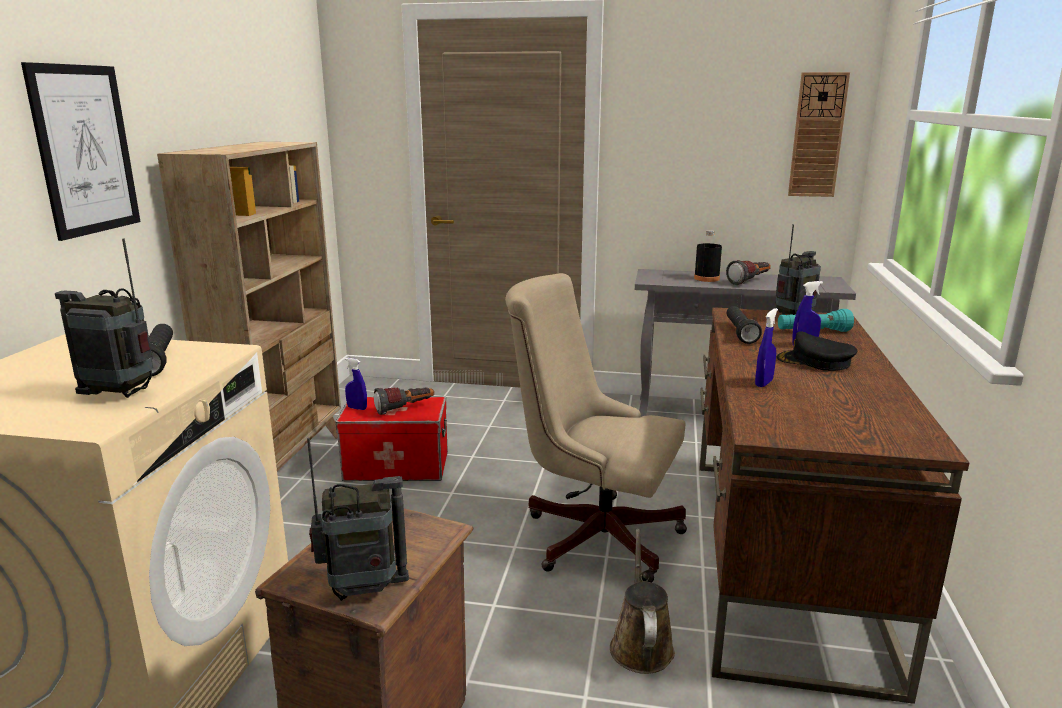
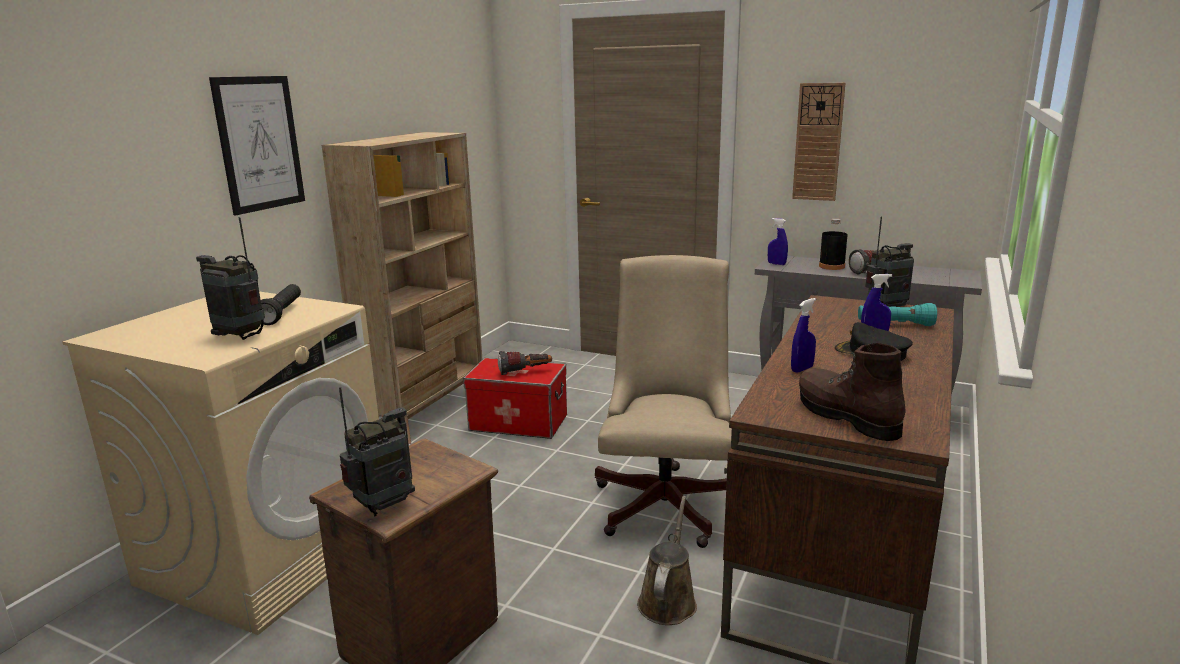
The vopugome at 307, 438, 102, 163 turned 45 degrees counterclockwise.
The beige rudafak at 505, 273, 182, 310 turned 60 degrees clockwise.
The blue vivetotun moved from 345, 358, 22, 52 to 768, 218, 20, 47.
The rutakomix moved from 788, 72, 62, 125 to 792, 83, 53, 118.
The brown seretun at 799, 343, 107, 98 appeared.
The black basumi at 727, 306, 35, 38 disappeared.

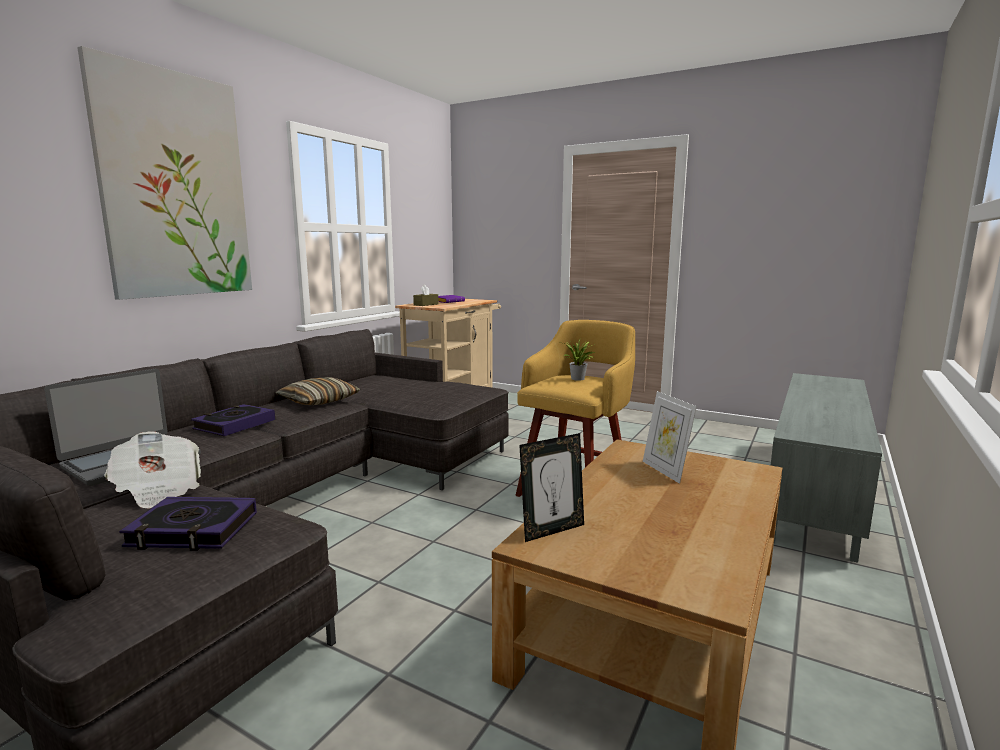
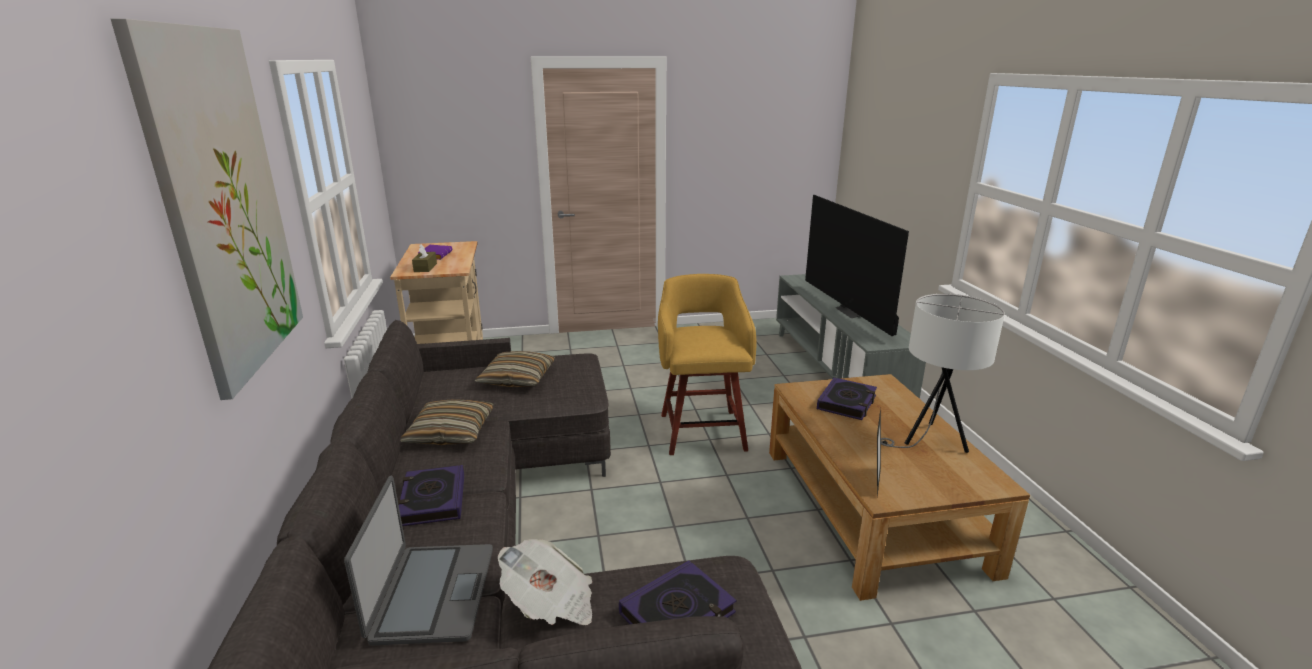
The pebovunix at 474, 351, 81, 36 appeared.
The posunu at 805, 195, 104, 141 appeared.
The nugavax at 643, 391, 54, 93 was replaced by the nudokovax at 817, 377, 60, 43.
The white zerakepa at 881, 294, 124, 159 appeared.
The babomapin at 563, 339, 32, 42 disappeared.

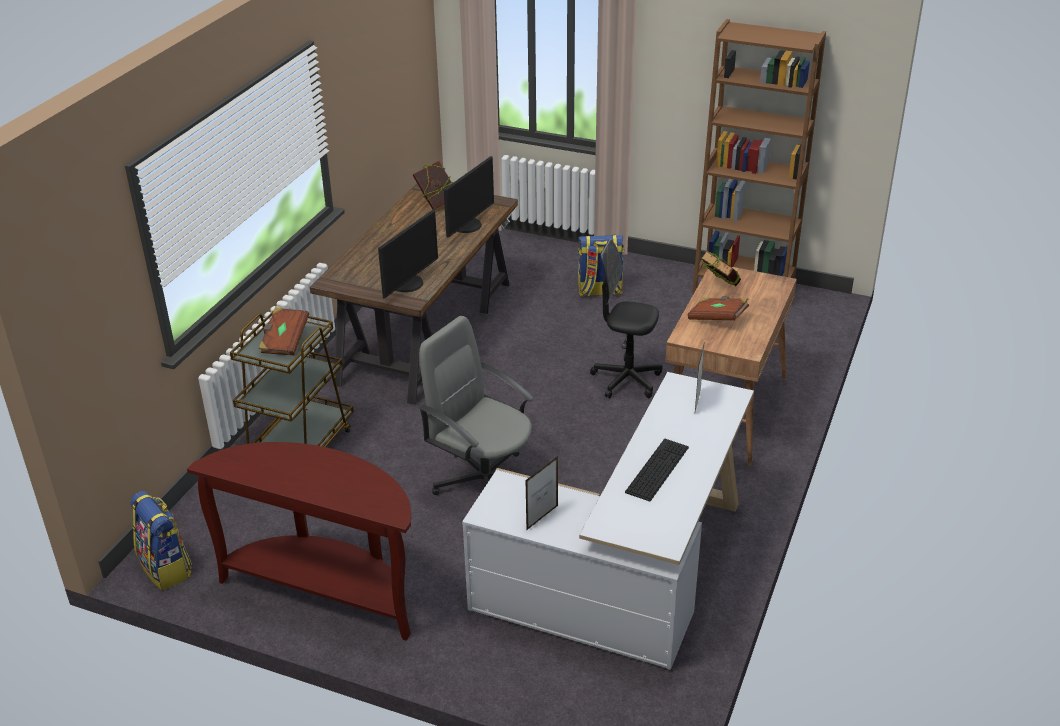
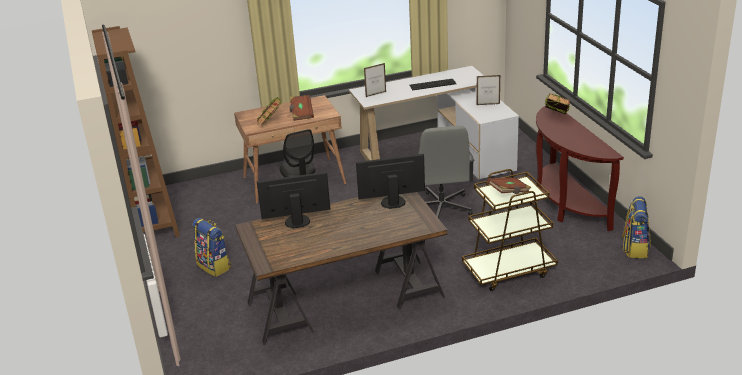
The nudokovax moved from 413, 161, 41, 49 to 545, 93, 25, 21.

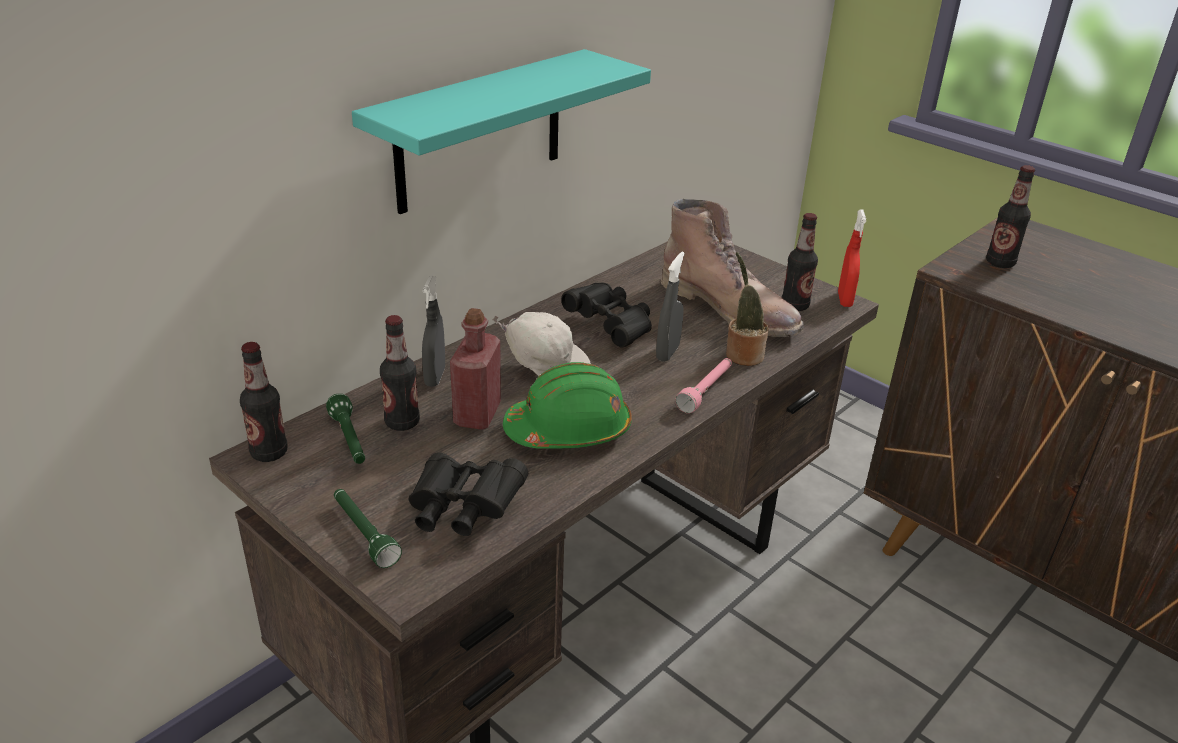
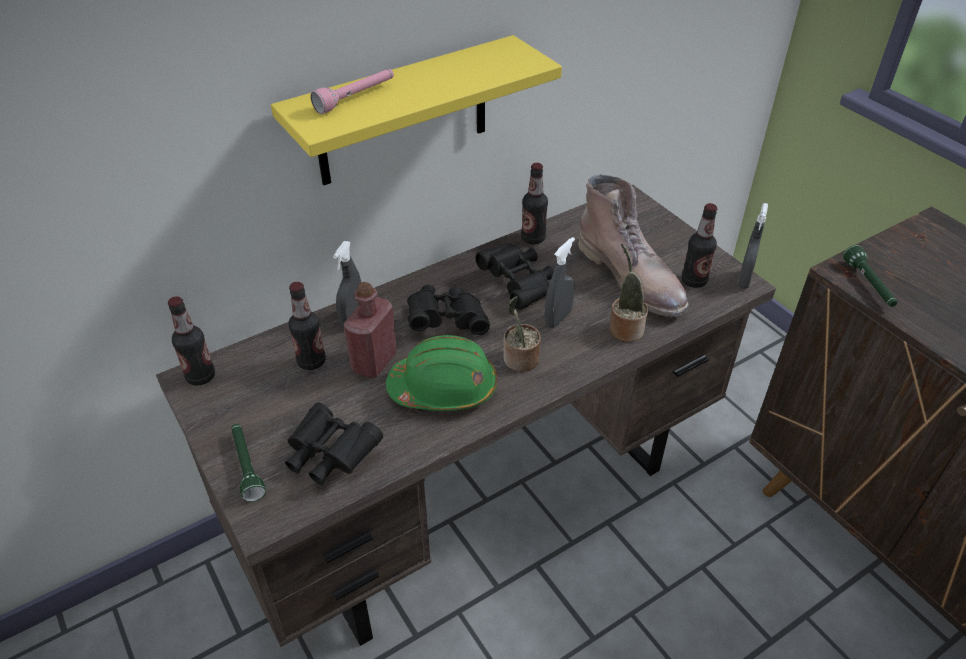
The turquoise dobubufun at 352, 49, 299, 165 became the yellow dobubufun at 271, 35, 291, 150.
The pink basumi moved from 675, 358, 57, 55 to 310, 69, 84, 45.
The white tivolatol at 492, 312, 99, 64 was replaced by the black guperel at 407, 285, 83, 50.
The babomapin at 504, 296, 37, 76 appeared.
The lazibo moved from 986, 165, 49, 103 to 521, 163, 27, 82.
The red vivetotun at 838, 209, 28, 98 became the grey vivetotun at 738, 203, 30, 86.
The green basumi moved from 326, 394, 39, 70 to 843, 245, 54, 62.

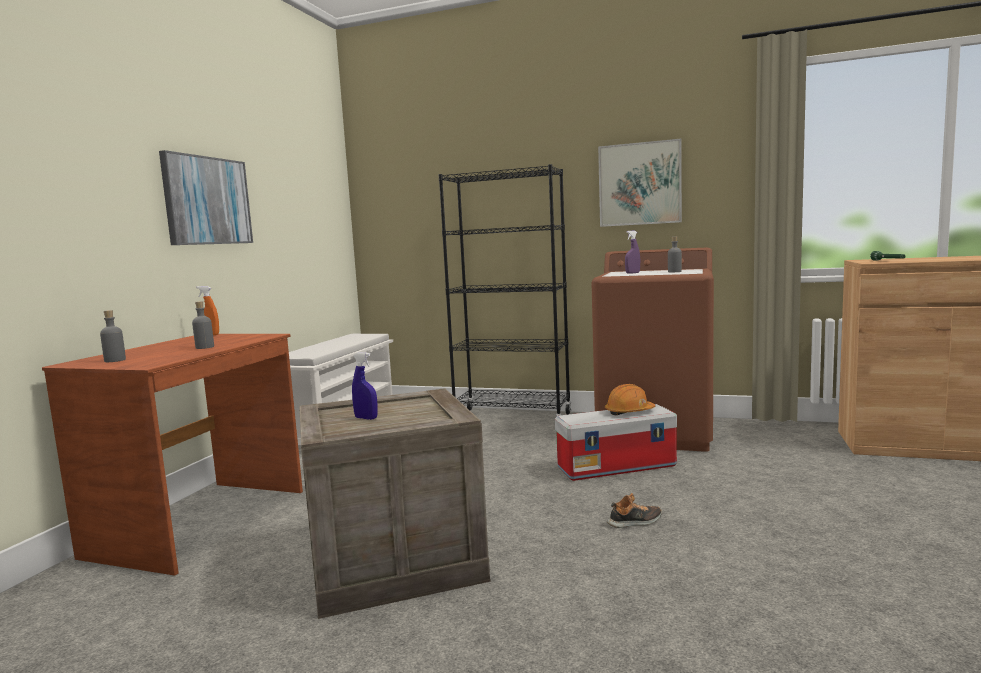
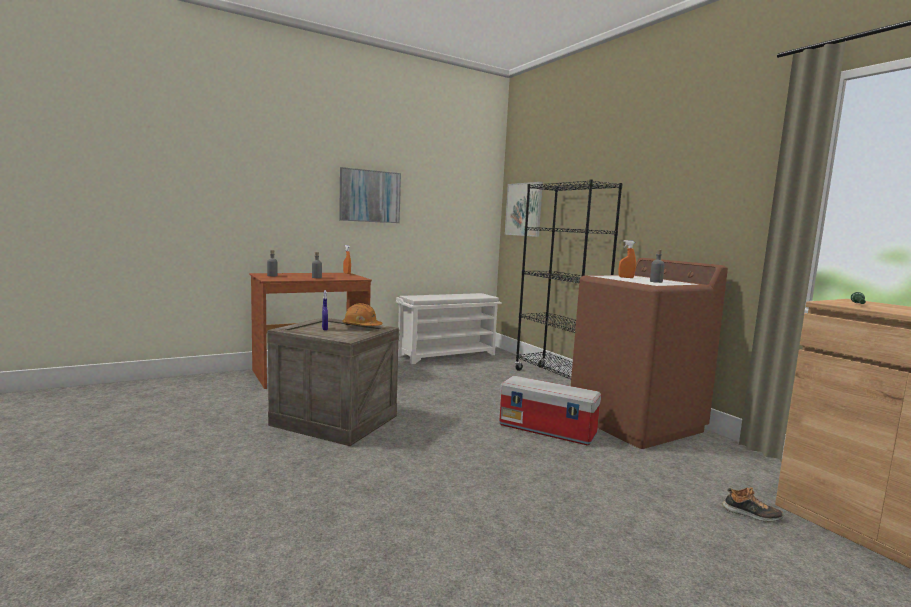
The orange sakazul moved from 605, 384, 50, 31 to 342, 303, 41, 23.
The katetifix moved from 598, 139, 84, 88 to 505, 182, 38, 55.
The purple vivetotun at 625, 231, 15, 43 became the orange vivetotun at 618, 240, 18, 38.
The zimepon moved from 607, 493, 55, 35 to 722, 487, 62, 35.

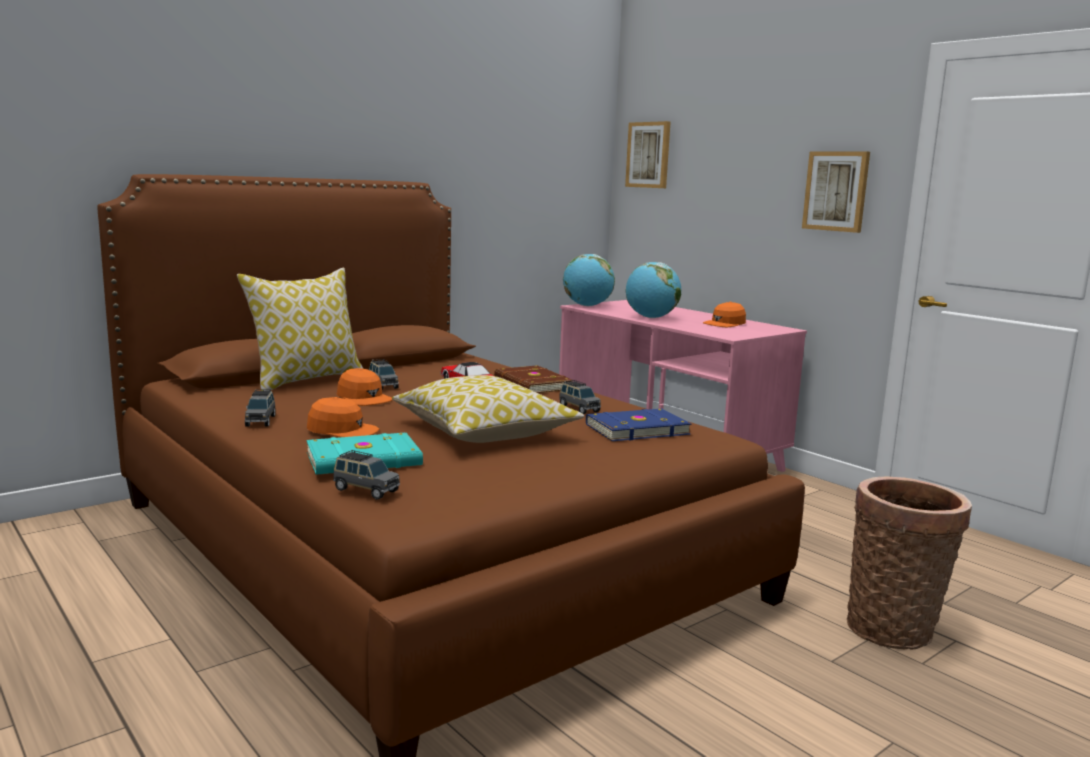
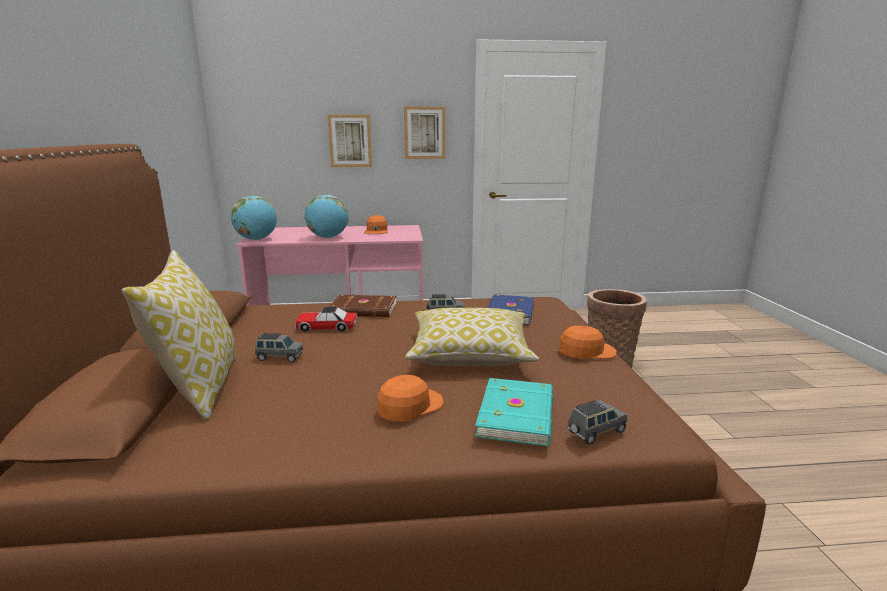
The katetifix moved from 625, 121, 46, 67 to 327, 115, 45, 52.
The orange tivolatol moved from 337, 368, 55, 38 to 559, 326, 58, 33.
The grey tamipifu at 245, 389, 31, 38 disappeared.

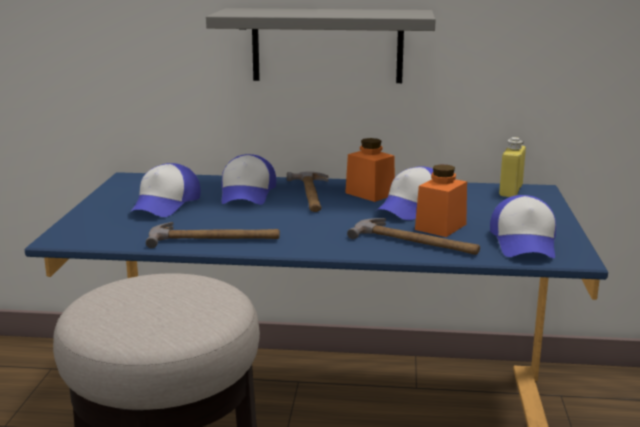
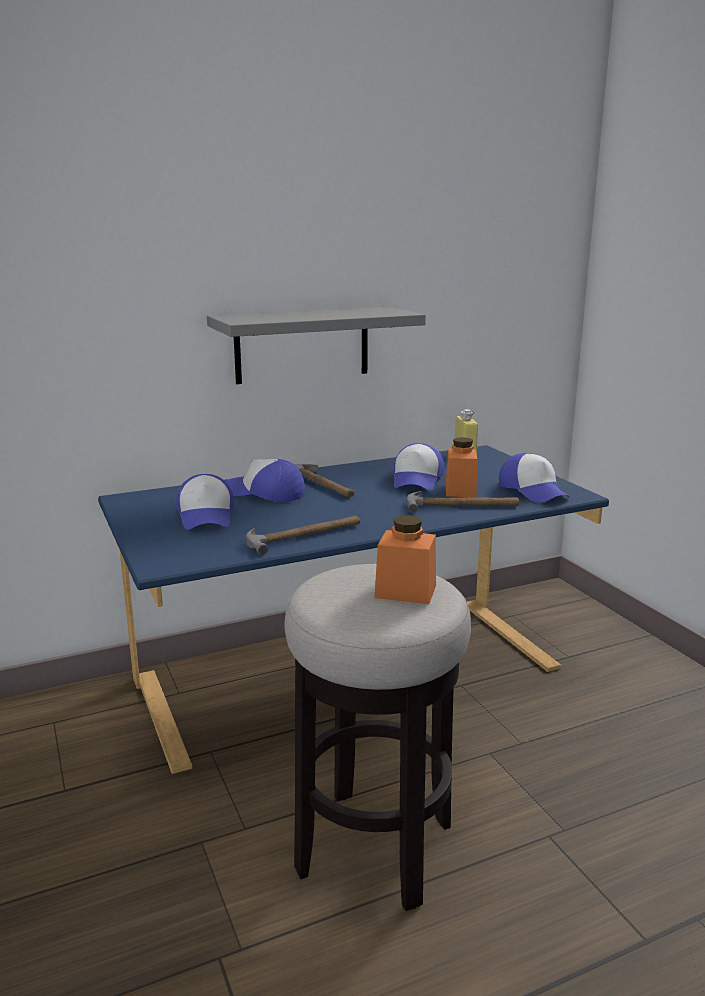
The tivolatol at 221, 154, 55, 51 turned 135 degrees clockwise.
The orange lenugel moved from 345, 138, 50, 64 to 375, 515, 61, 89.

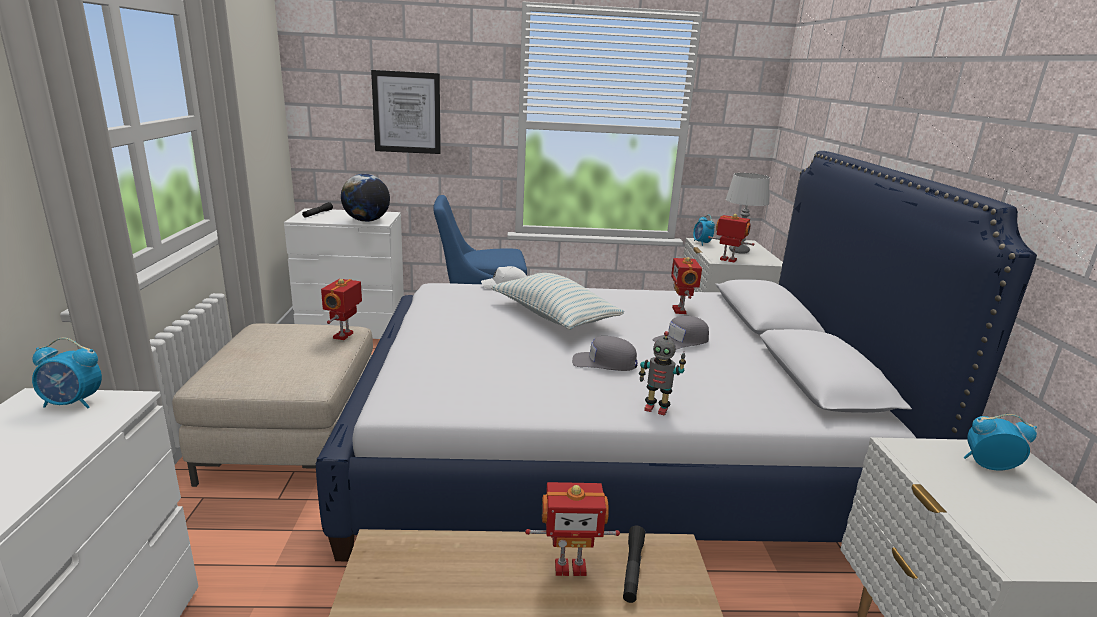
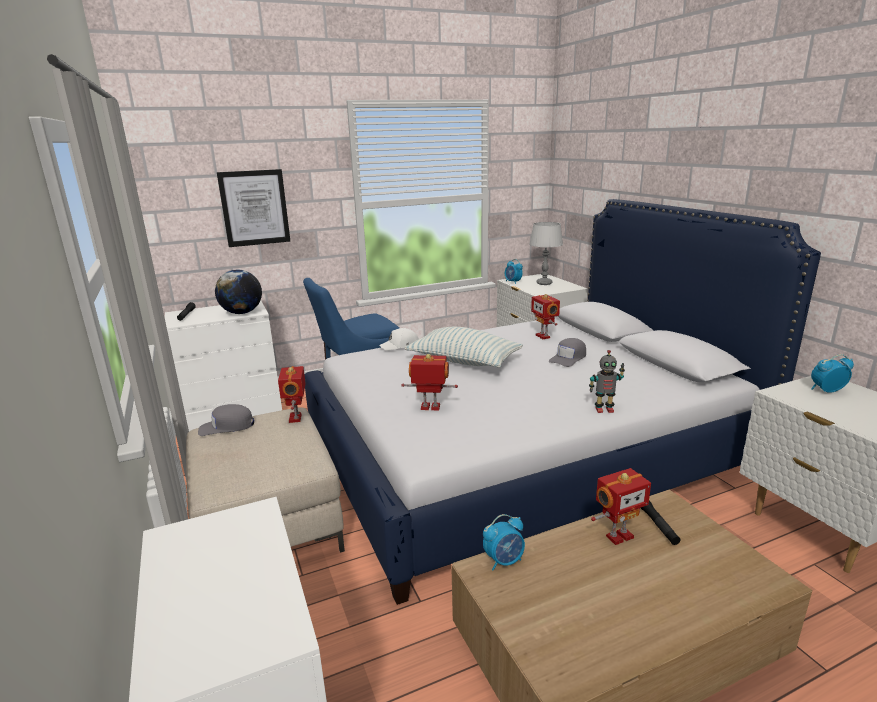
The grey tivolatol moved from 572, 336, 65, 35 to 198, 404, 56, 32.
The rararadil moved from 708, 214, 47, 49 to 401, 354, 57, 56.
The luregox moved from 32, 338, 70, 70 to 483, 514, 42, 56.

